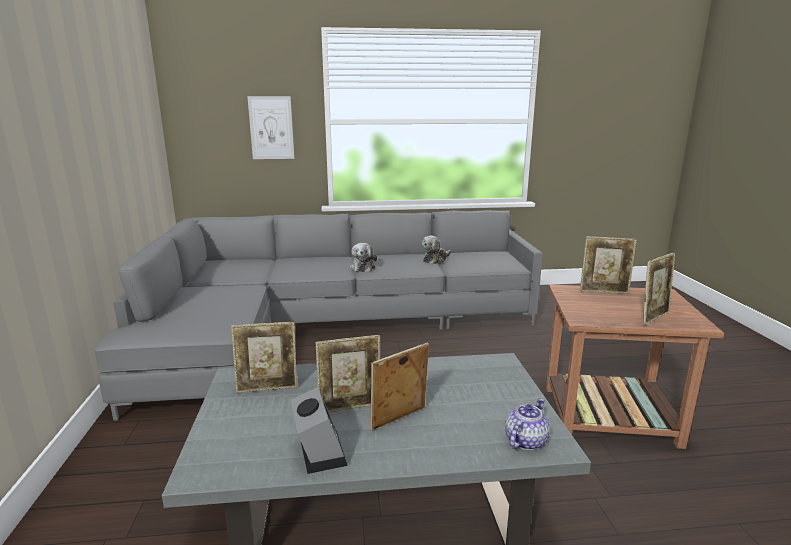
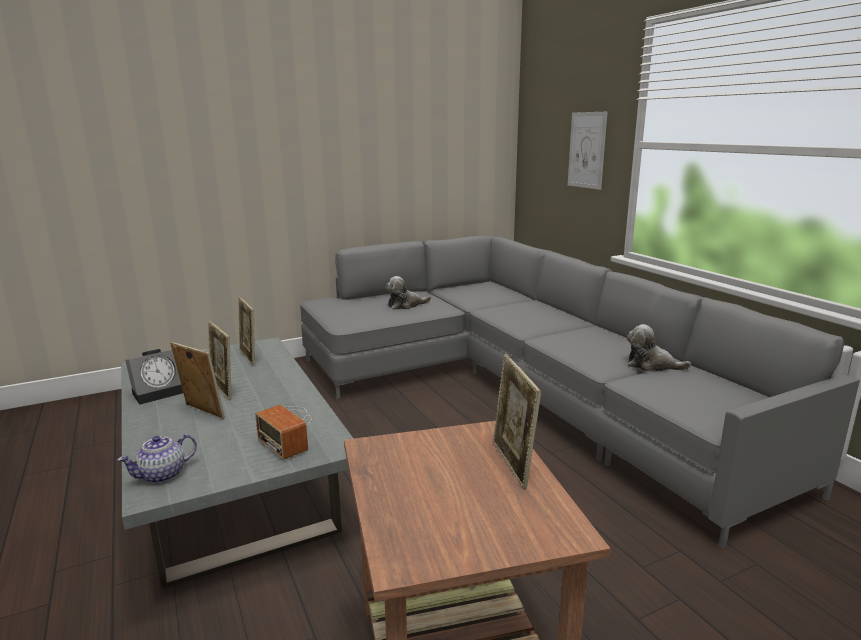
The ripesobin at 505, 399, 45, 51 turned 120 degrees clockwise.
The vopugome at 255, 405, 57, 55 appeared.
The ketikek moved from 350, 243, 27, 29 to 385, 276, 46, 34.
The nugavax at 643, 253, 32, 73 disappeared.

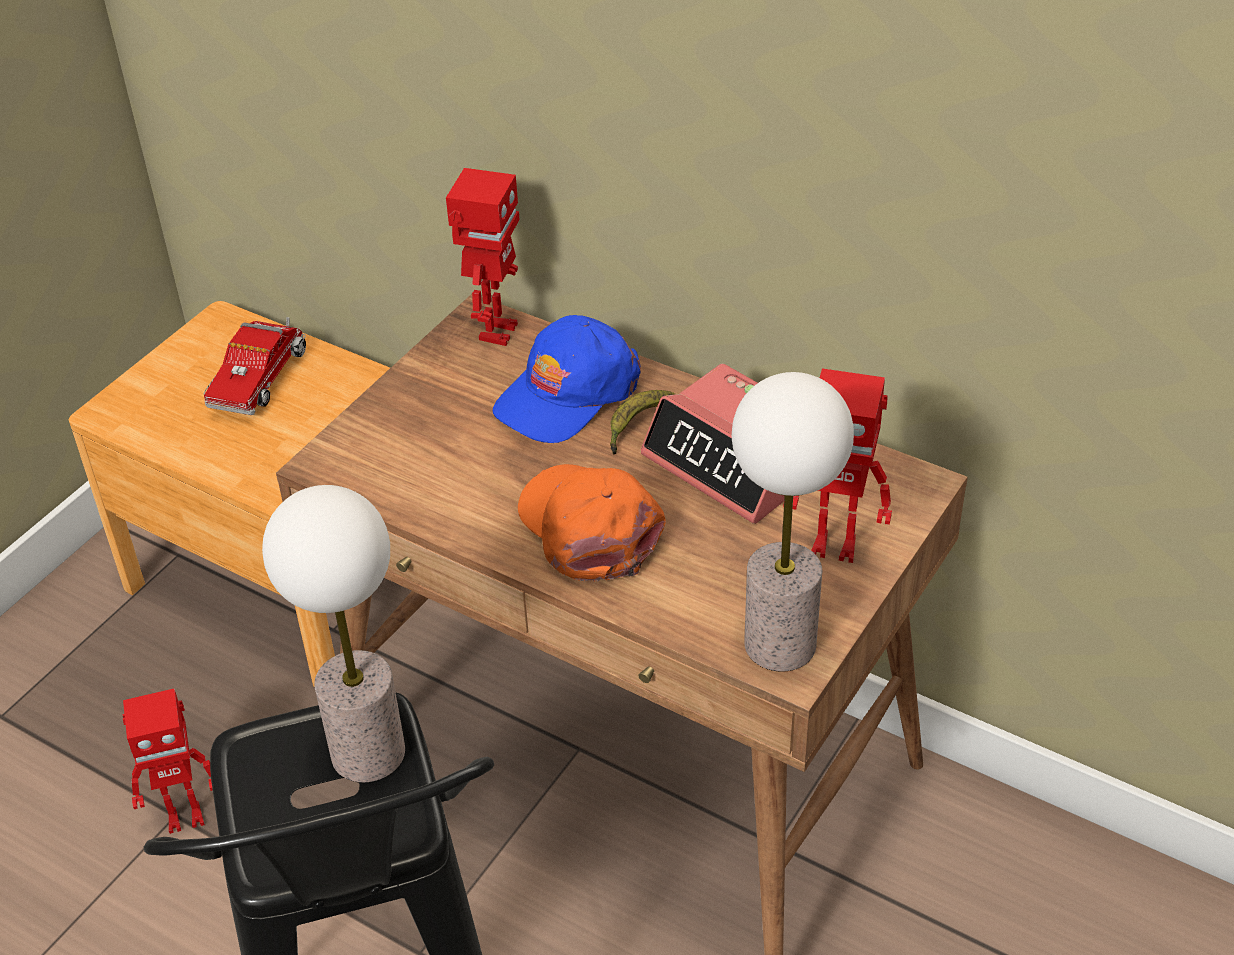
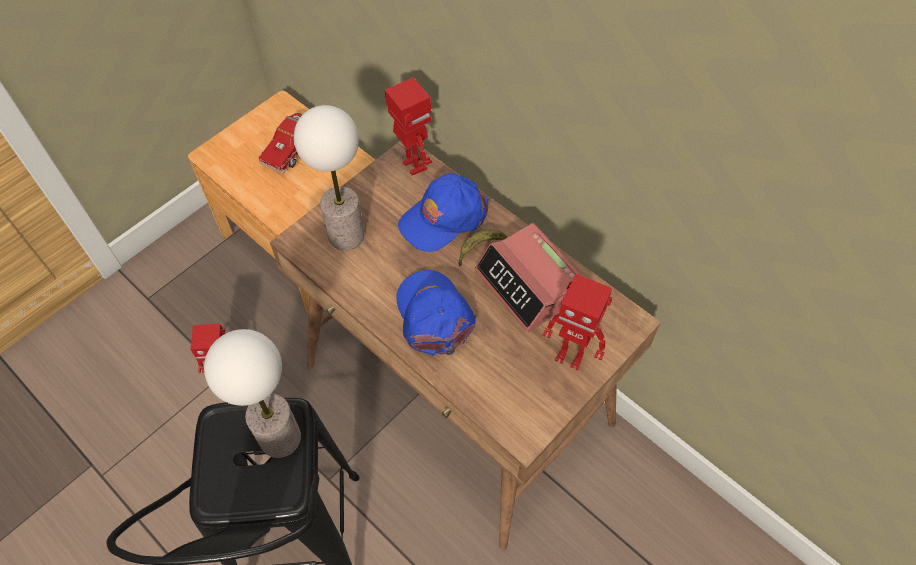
The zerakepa moved from 732, 372, 122, 300 to 294, 105, 70, 145.
The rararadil at 446, 168, 74, 178 turned 60 degrees counterclockwise.
The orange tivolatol at 518, 464, 148, 118 became the blue tivolatol at 396, 270, 80, 85.

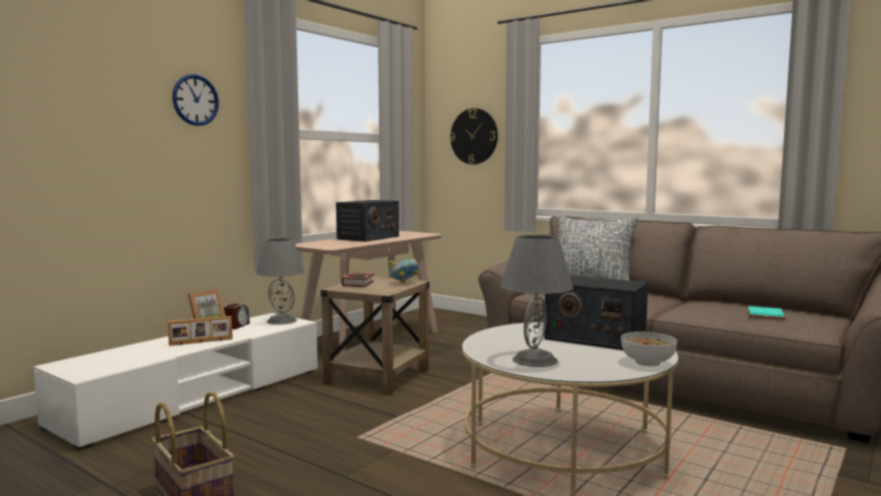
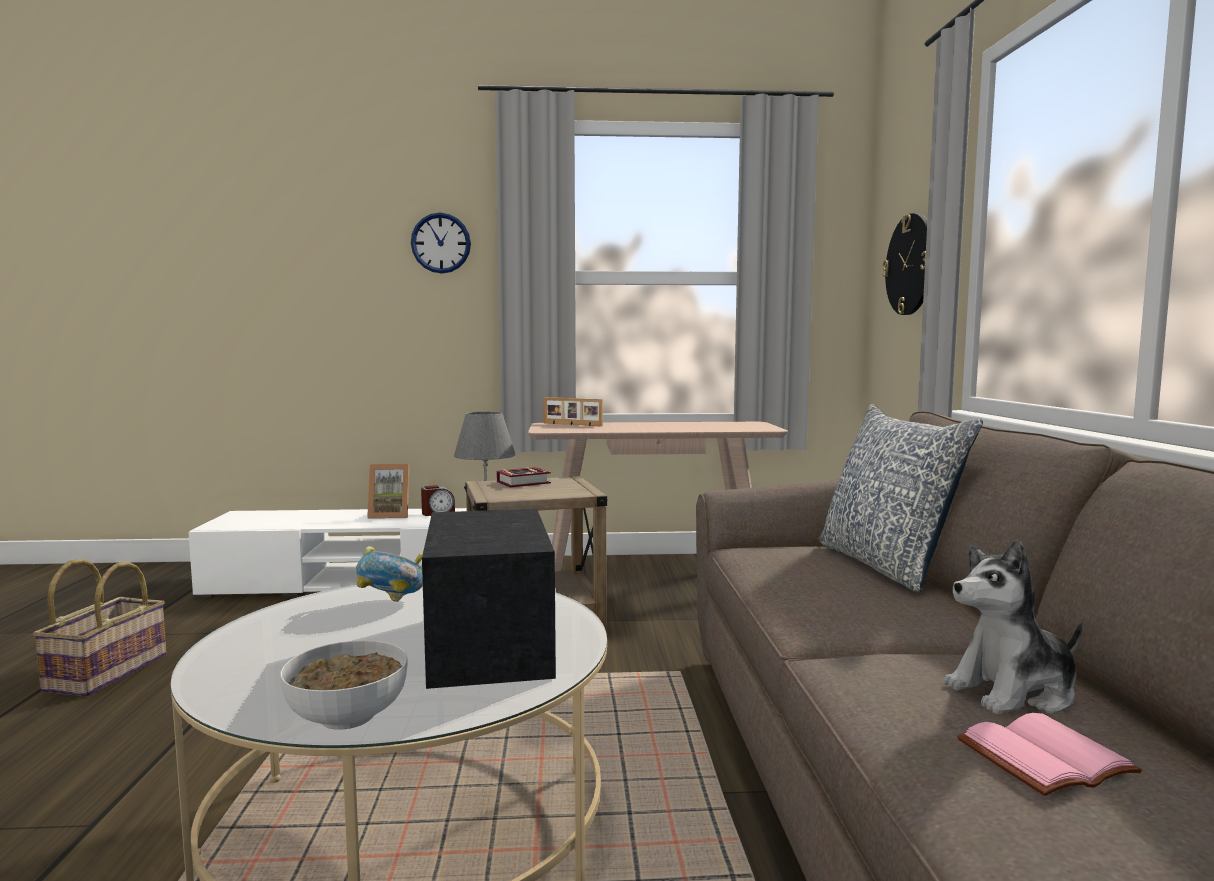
The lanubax moved from 389, 259, 30, 24 to 356, 546, 67, 56.
The nugavax moved from 168, 316, 65, 30 to 543, 397, 60, 29.
The ketikek at 943, 540, 139, 174 appeared.
The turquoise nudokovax at 746, 306, 40, 13 became the pink nudokovax at 957, 713, 185, 83.
The vopugome at 336, 200, 63, 42 disappeared.
The grey zerakepa at 500, 235, 73, 132 disappeared.

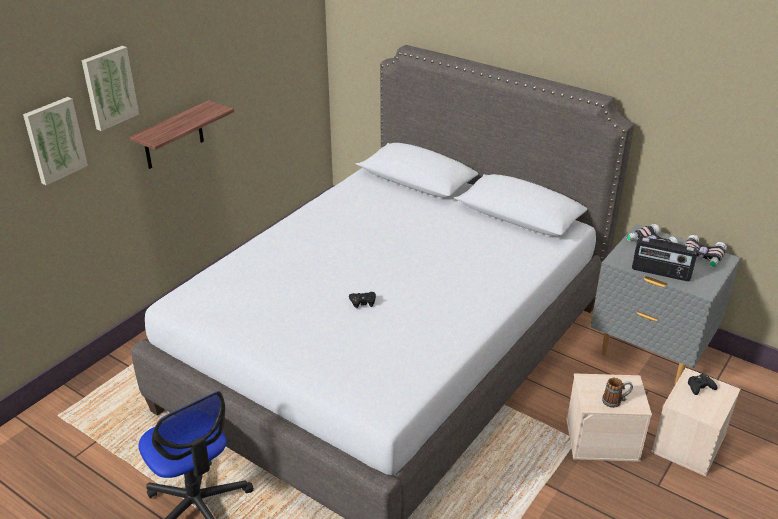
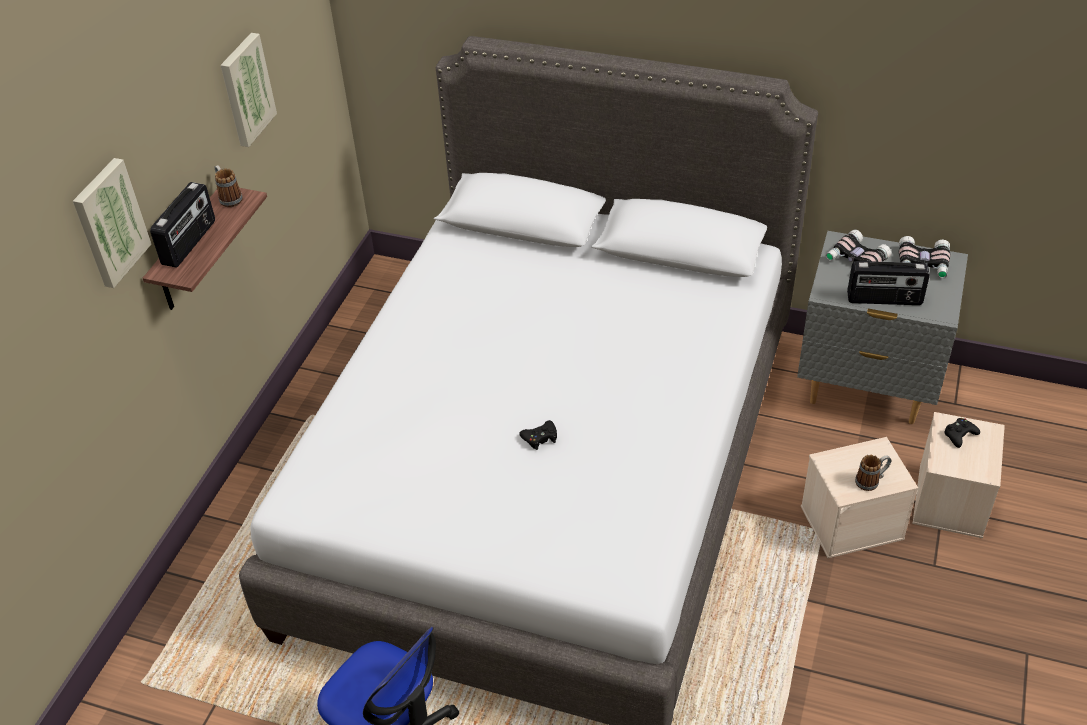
The vopugome at 150, 182, 65, 86 appeared.
The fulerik at 215, 165, 28, 42 appeared.
The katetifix moved from 23, 97, 65, 88 to 220, 33, 57, 114.

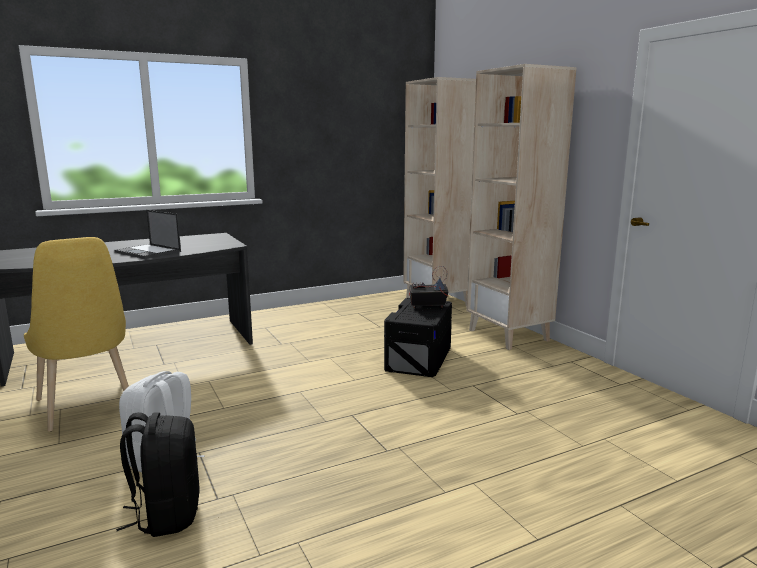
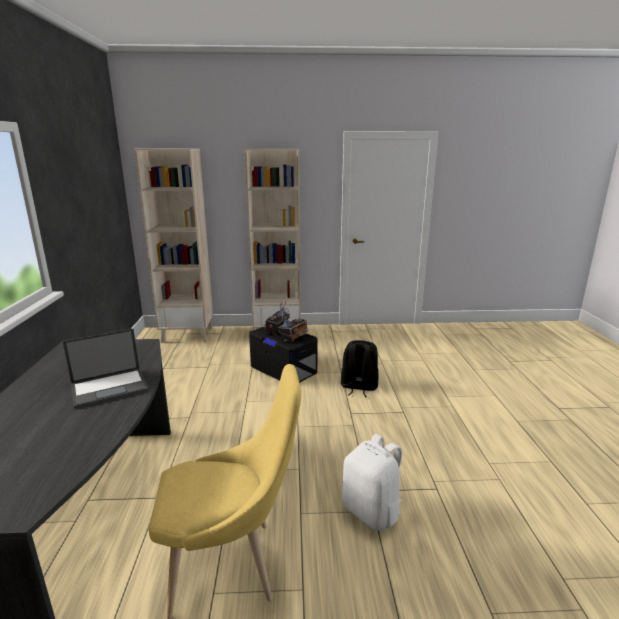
The vopugome at 278, 308, 30, 34 appeared.
The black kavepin moved from 116, 412, 84, 125 to 341, 340, 38, 57.

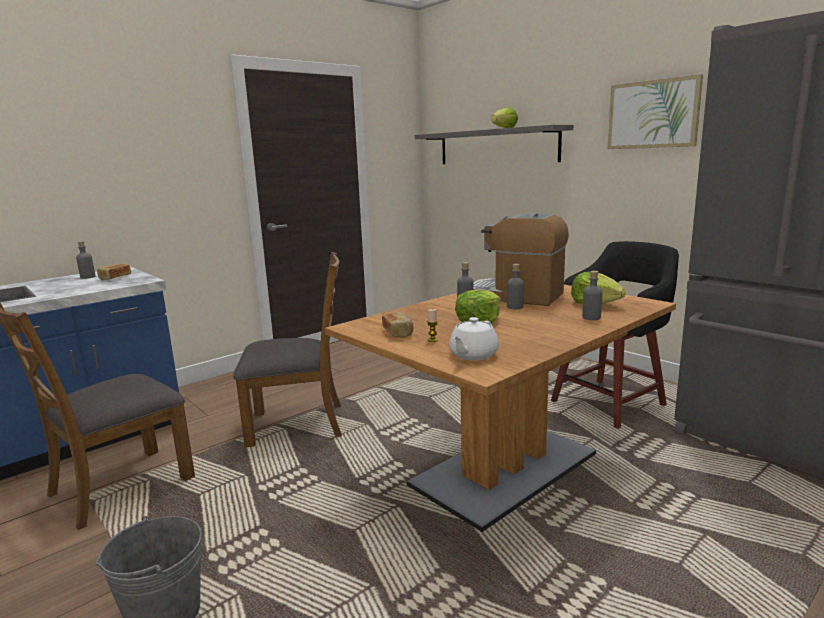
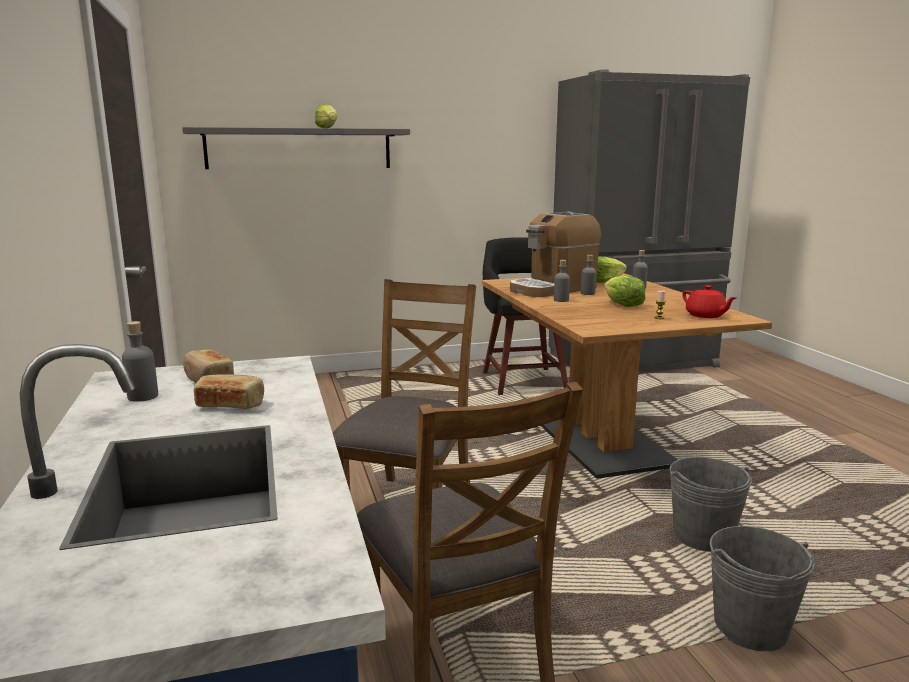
The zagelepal moved from 382, 311, 31, 27 to 194, 374, 70, 35.
The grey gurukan at 669, 457, 83, 95 appeared.
The white ripesobin at 449, 317, 50, 44 became the red ripesobin at 682, 285, 54, 33.
The katetifix at 608, 74, 95, 75 disappeared.

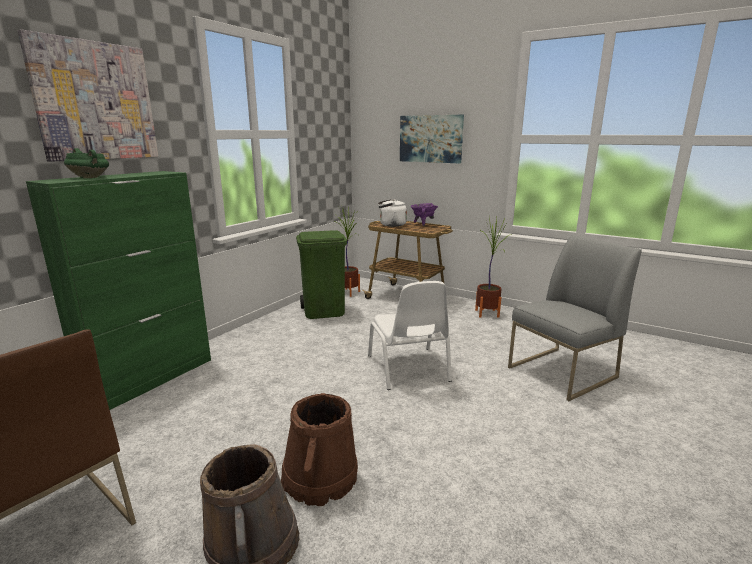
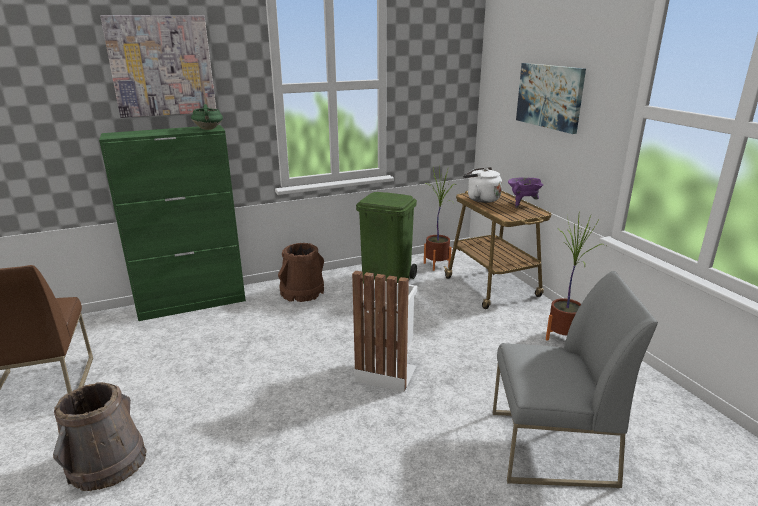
The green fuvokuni moved from 64, 148, 45, 30 to 191, 104, 32, 26.
The brown gurukan moved from 281, 393, 77, 113 to 278, 243, 46, 59.
The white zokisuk at 368, 281, 84, 109 was replaced by the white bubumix at 352, 271, 65, 121.

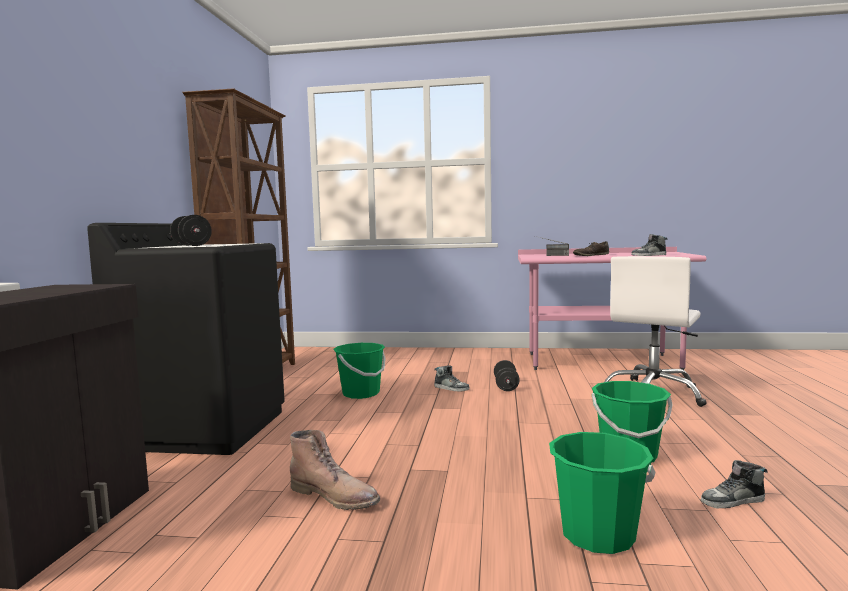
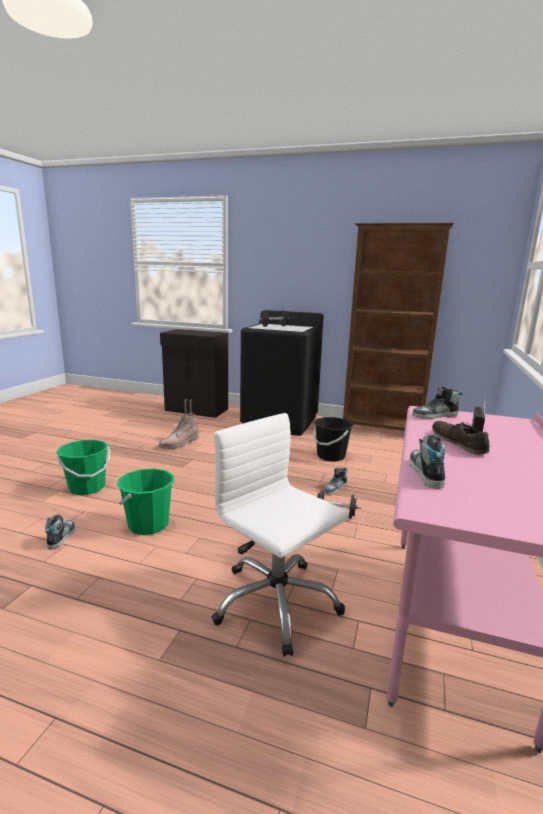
The green gurukan at 334, 343, 52, 56 became the black gurukan at 314, 417, 40, 44.
The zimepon at 412, 386, 50, 33 appeared.

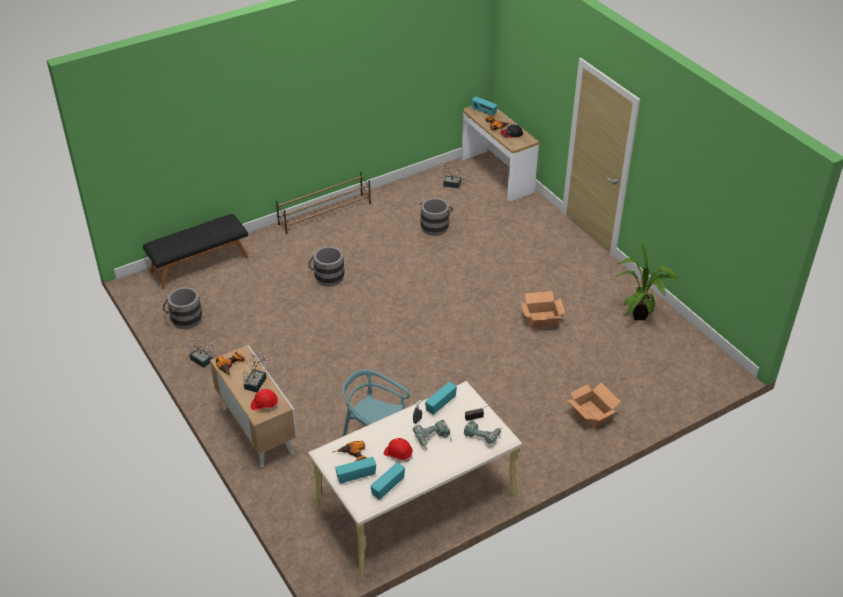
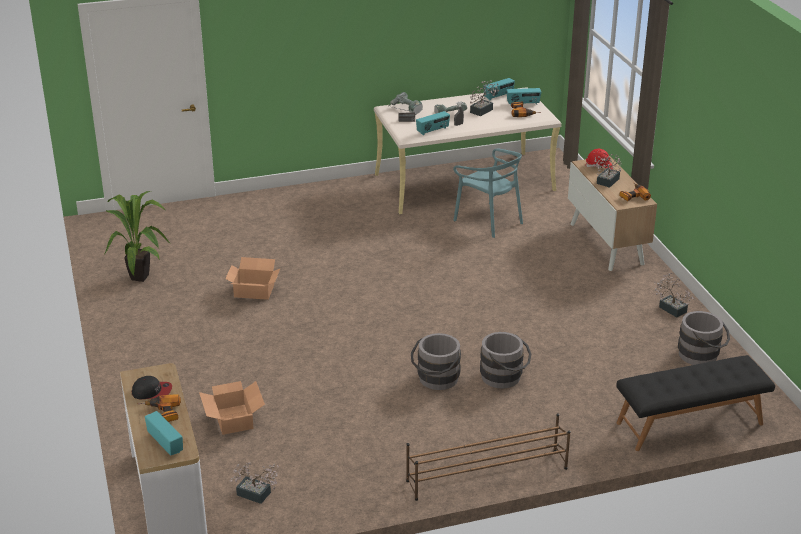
The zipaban moved from 567, 383, 54, 46 to 199, 381, 66, 54.
The grey gurukan moved from 420, 198, 33, 38 to 411, 333, 50, 57.
The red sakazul at 384, 438, 29, 23 was replaced by the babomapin at 470, 80, 29, 36.

